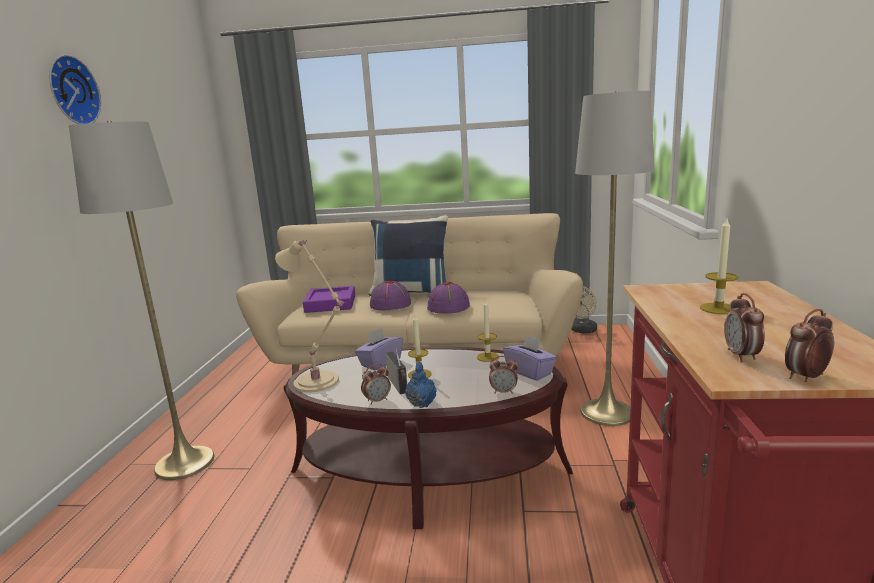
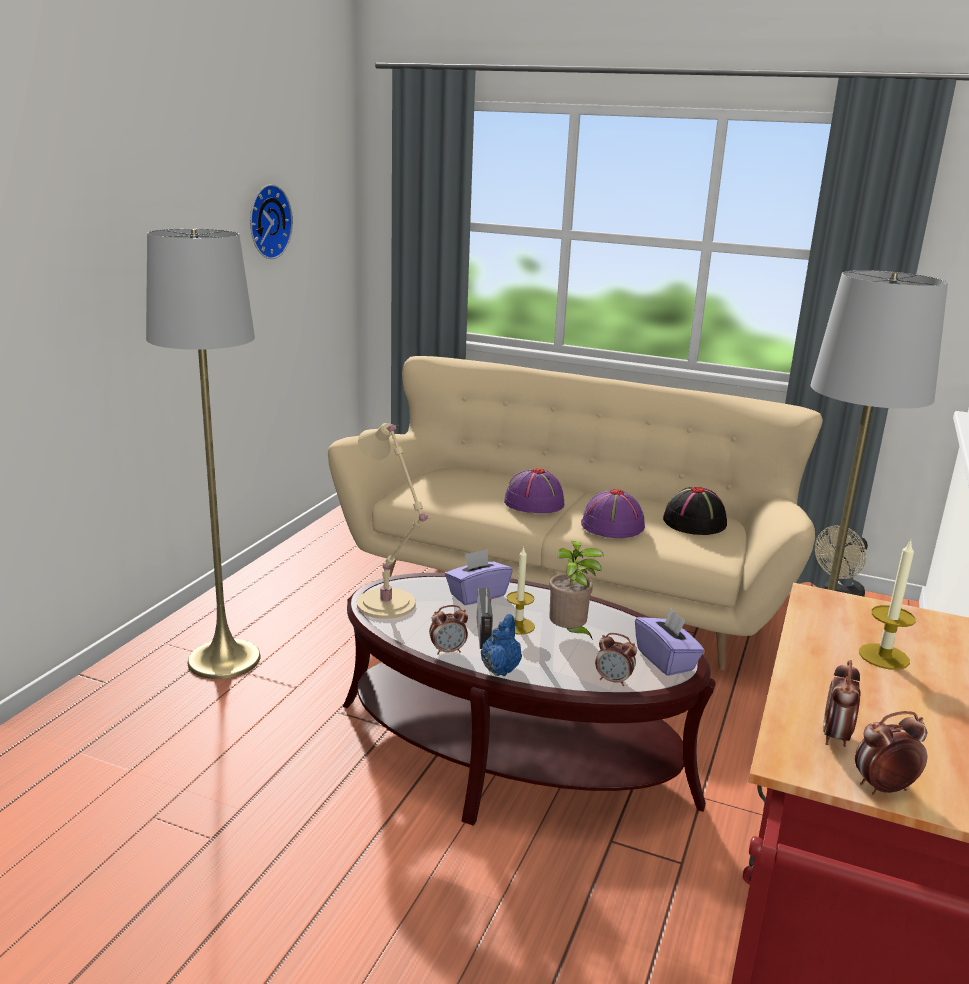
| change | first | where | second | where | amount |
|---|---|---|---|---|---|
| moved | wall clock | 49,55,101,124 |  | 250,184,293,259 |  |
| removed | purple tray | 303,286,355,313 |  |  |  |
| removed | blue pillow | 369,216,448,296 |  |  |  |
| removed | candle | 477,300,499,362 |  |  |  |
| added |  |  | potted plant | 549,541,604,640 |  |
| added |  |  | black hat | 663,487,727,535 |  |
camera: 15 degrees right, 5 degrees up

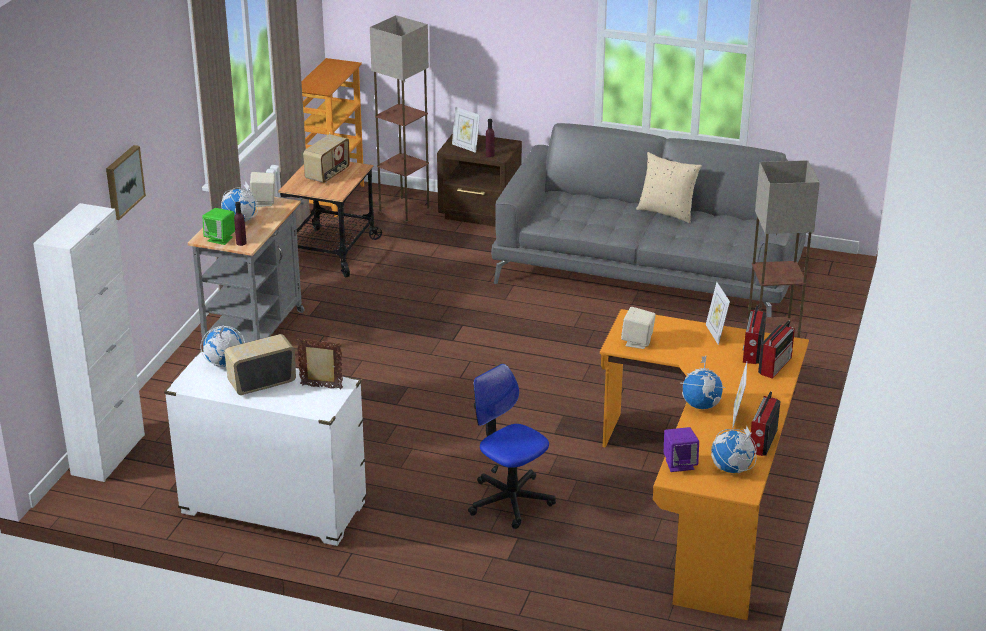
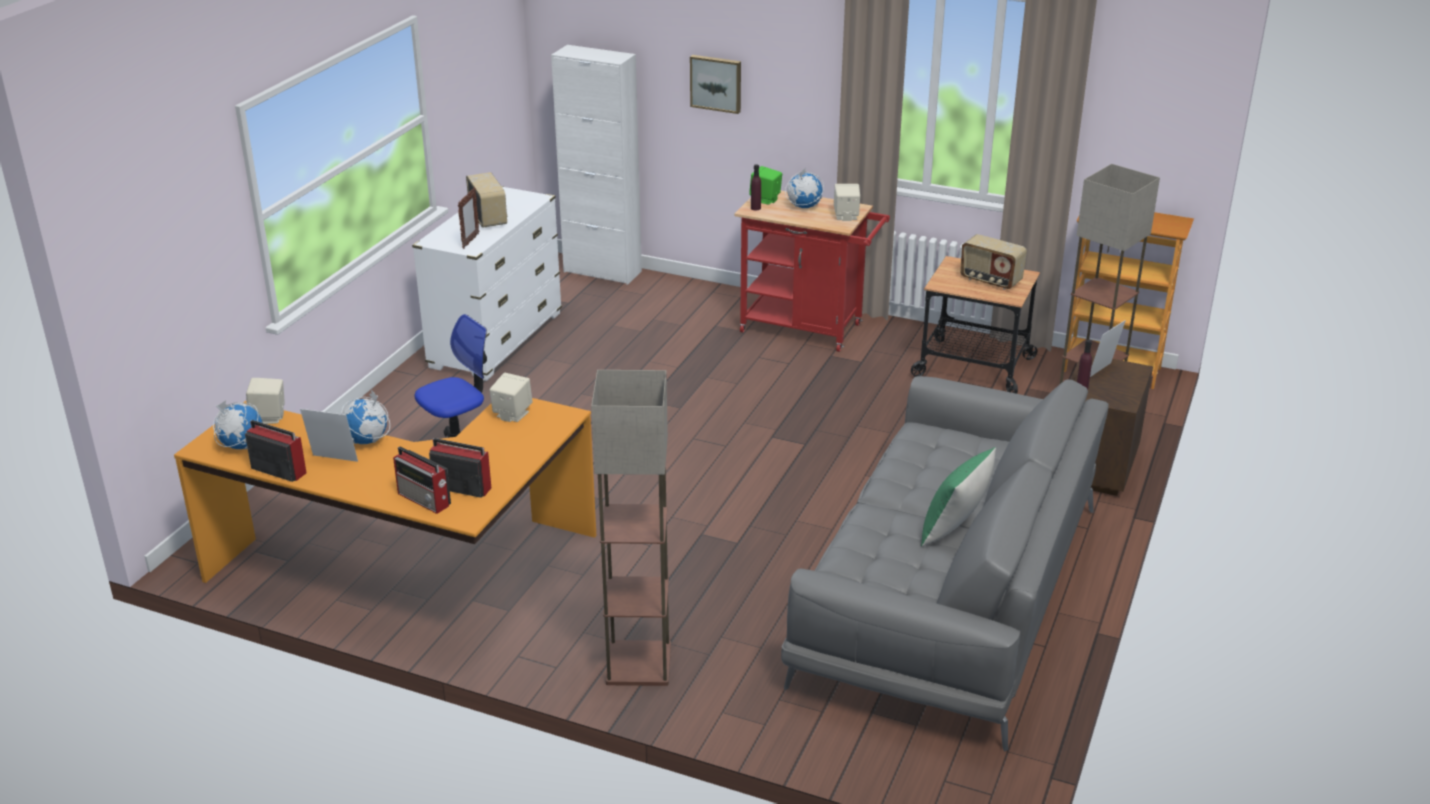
| change | first | where | second | where | amount |
|---|---|---|---|---|---|
| recoloured | grey cart | 188,190,305,344 | red cart | 734,191,890,352 |  |
| removed | globe | 200,325,245,367 |  |  |  |
| recoloured | beige pillow | 636,152,702,223 | green pillow | 921,447,996,547 |  |
| recoloured | purple speaker | 664,427,699,472 | beige speaker | 246,378,285,424 |  |
| removed | picture frame | 706,282,730,345 |  |  |  |
camera: 95 degrees right, 0 degrees up

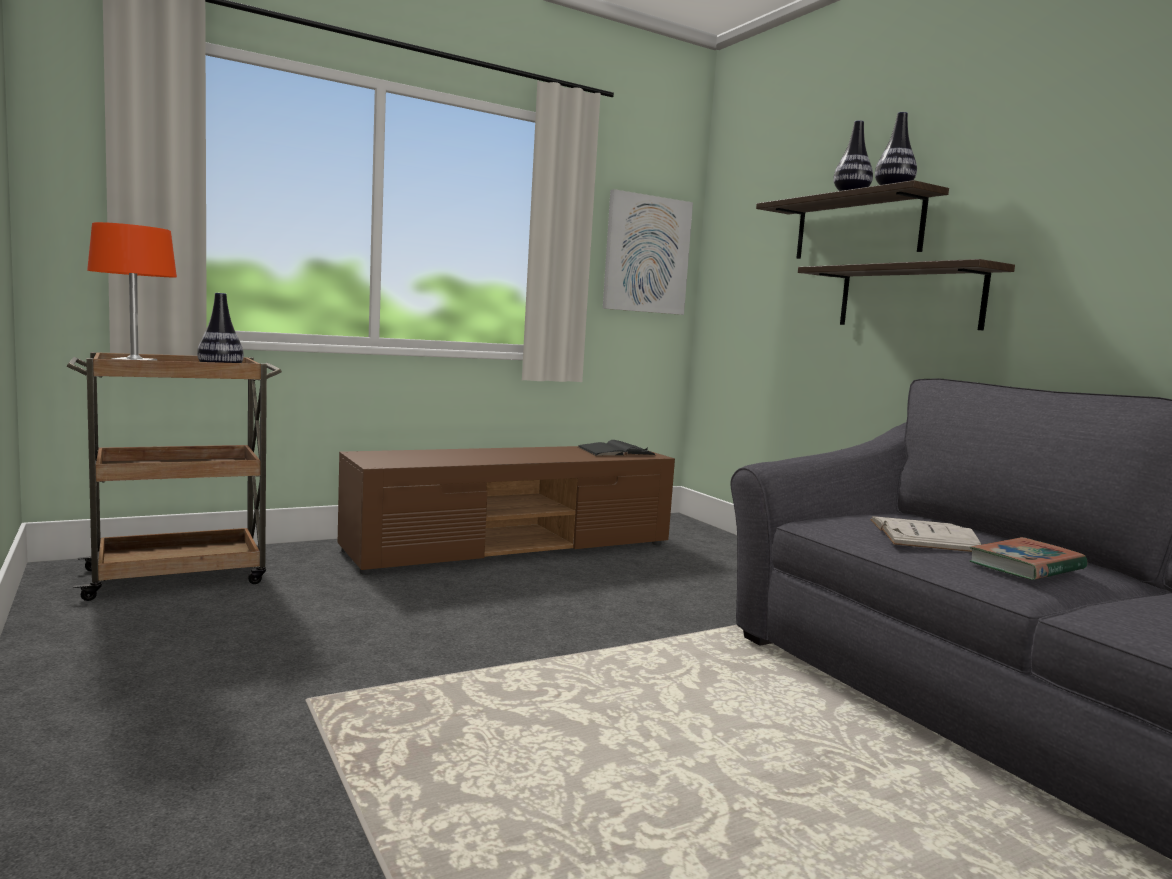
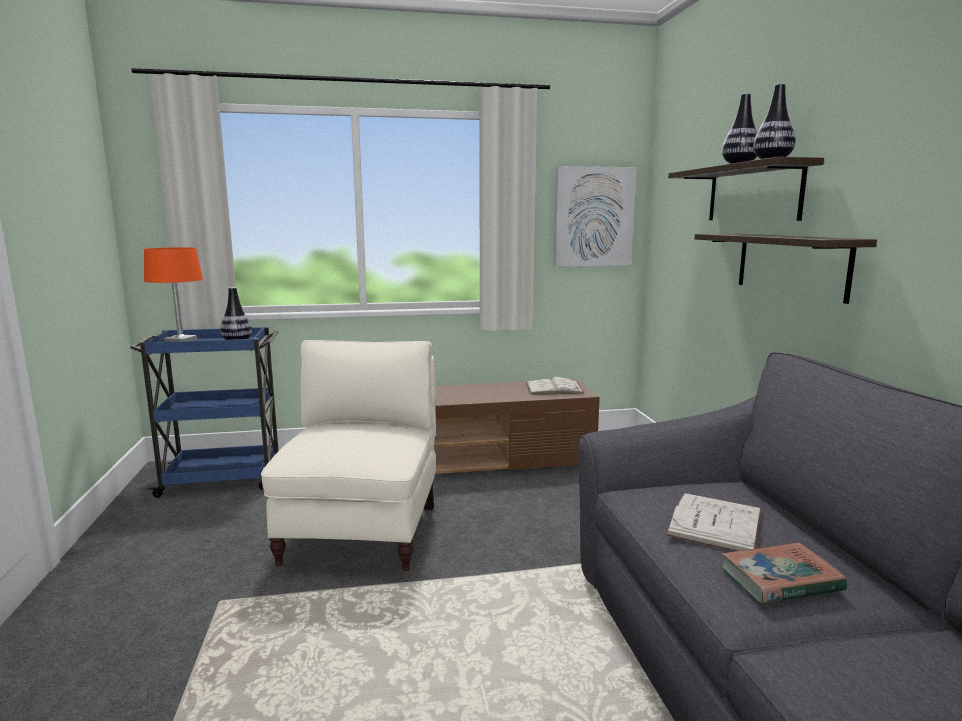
| change | first | where | second | where | amount |
|---|---|---|---|---|---|
| recoloured | brown cart | 67,352,282,601 | blue cart | 130,327,279,498 |  |
| recoloured | black book | 577,440,656,456 | white book | 526,377,585,395 |  |
| added |  |  | beige armchair | 261,340,436,578 |  |
camera: 20 degrees right, 5 degrees up

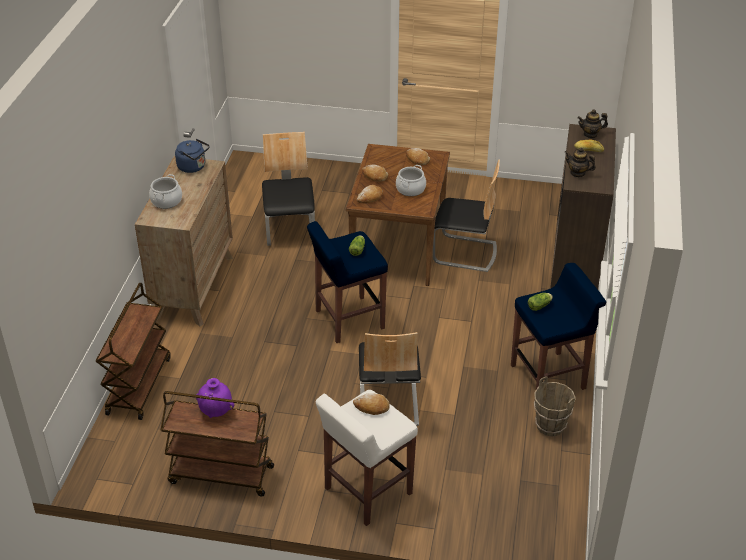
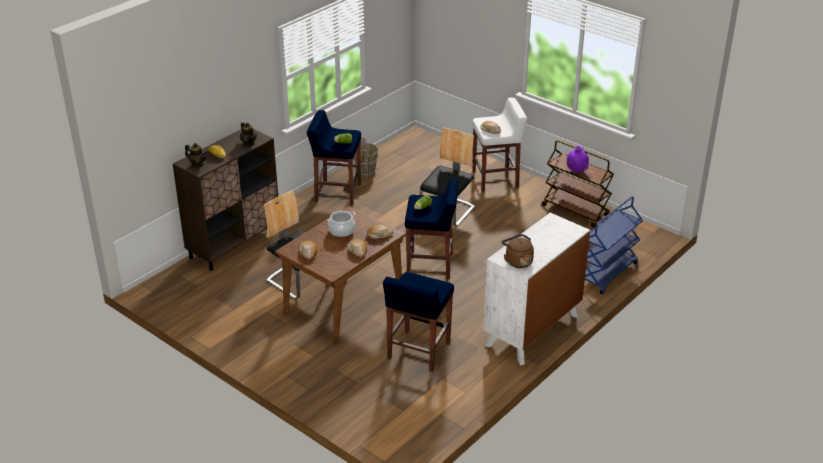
| change | first | where | second | where | amount |
|---|---|---|---|---|---|
| recoloured | brown cart | 96,283,171,420 | blue cart | 585,196,643,294 |  |
| recoloured | brown dresser | 135,156,233,326 | white dresser | 484,213,590,365 |  |
| removed | cooking pot | 149,174,182,209 |  |  |  |
| recoloured | blue kettle | 175,139,210,173 | brown kettle | 502,234,534,268 |  |
| replaced | chair | 262,132,315,246 | blue stool | 383,272,454,372 |  |
camera: 150 degrees left, 5 degrees down

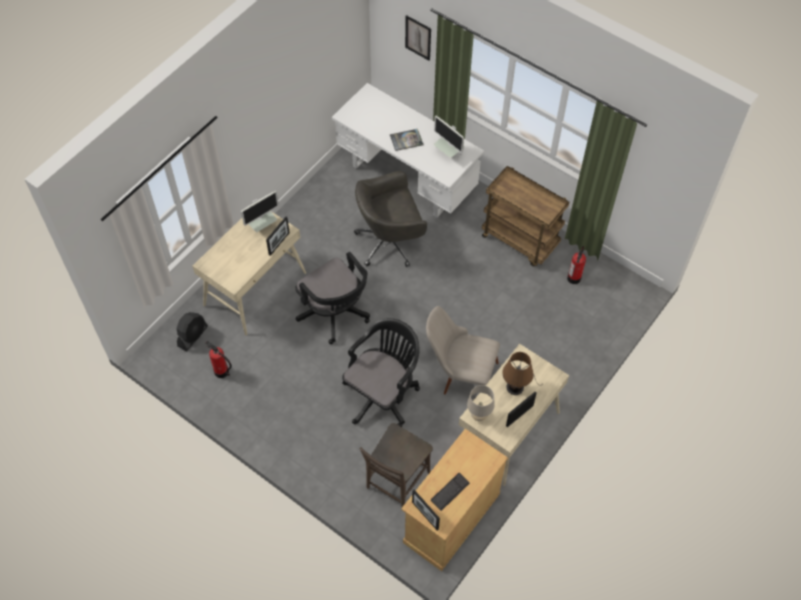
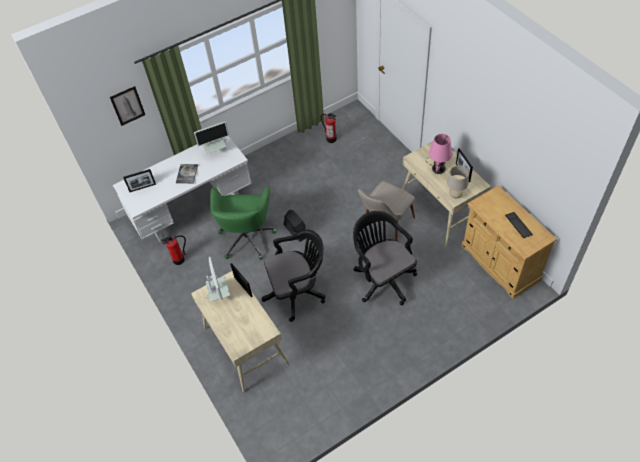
| change | first | where | second | where | amount |
|---|---|---|---|---|---|
| moved | black fan | 177,312,208,352 |  | 284,210,306,242 |  |
| moved | fire extinguisher | 205,341,232,378 |  | 161,235,186,265 |  |
| recoloured | grey office chair | 354,171,427,267 | green office chair | 210,186,276,260 |  |
| removed | brown chair | 359,423,433,507 |  |  |  |
| moved | picture frame | 412,490,440,530 |  | 123,169,156,192 |  |
| removed | brown cart | 482,166,569,267 |  |  |  |
| recoloured | brown table lamp | 502,352,541,395 | pink table lamp | 426,134,453,174 |  |
camera: 65 degrees left, 5 degrees down

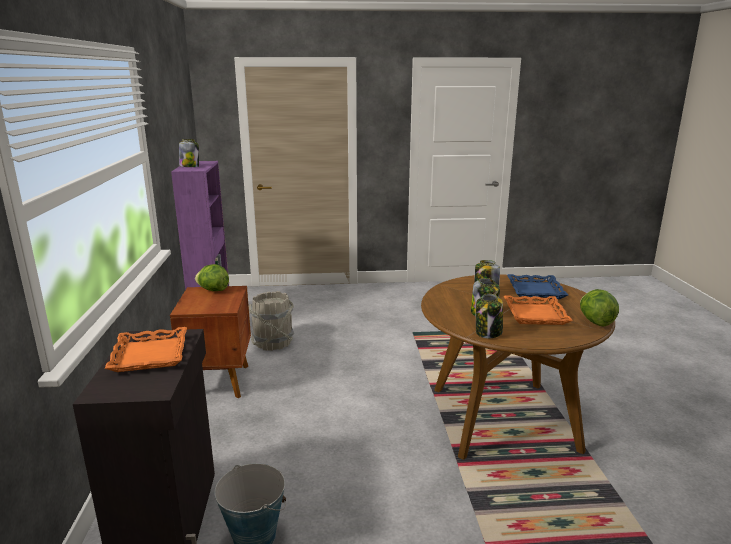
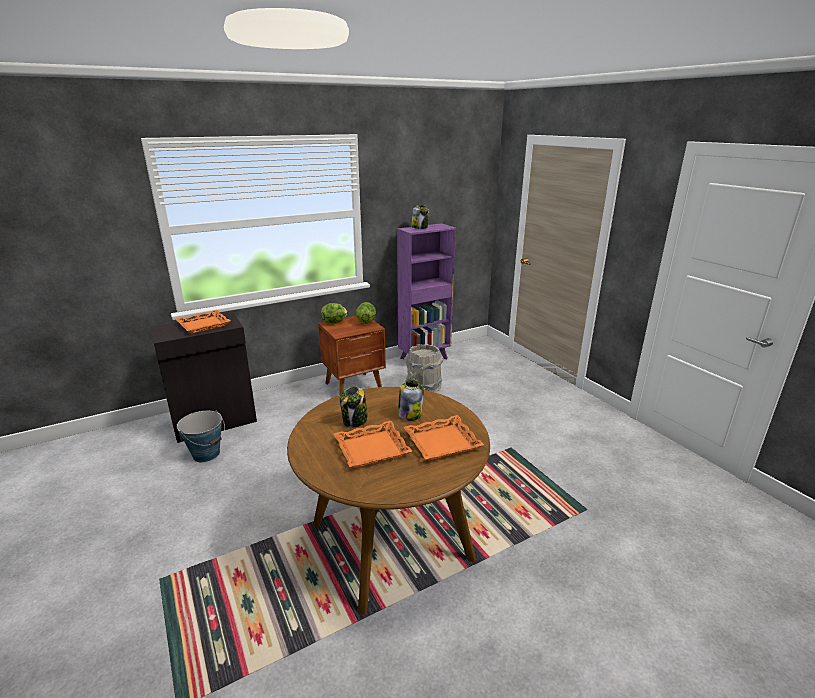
| change | first | where | second | where | amount |
|---|---|---|---|---|---|
| removed | jar | 476,294,503,338 |  |  |  |
| recoloured | blue tray | 507,274,568,299 | orange tray | 404,415,484,461 |  |
| moved | lettuce | 580,289,619,327 |  | 321,303,347,324 |  |
camera: 65 degrees right, 5 degrees up

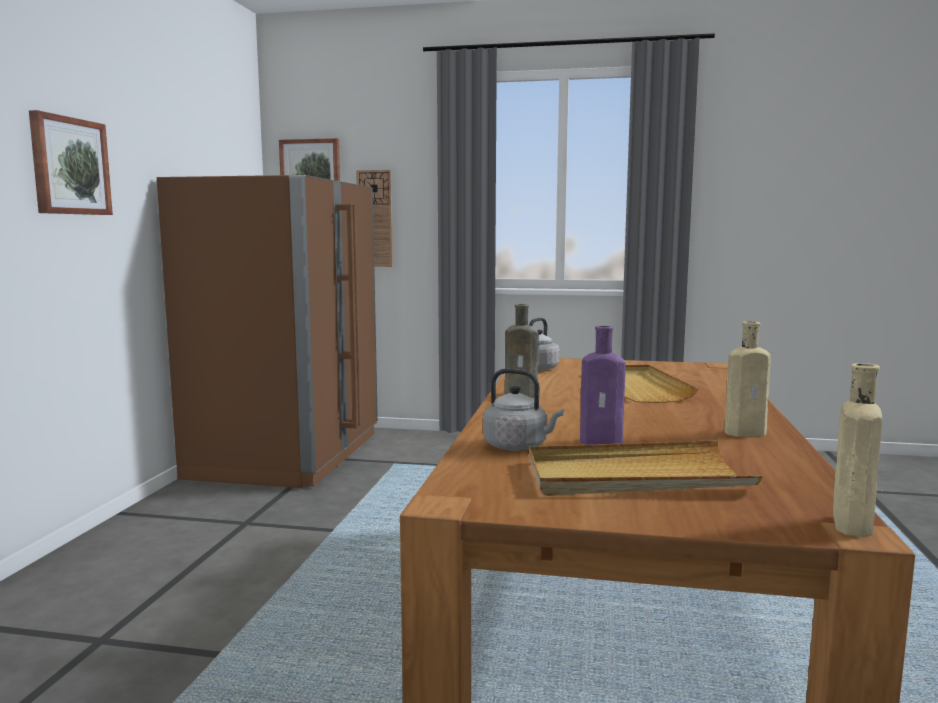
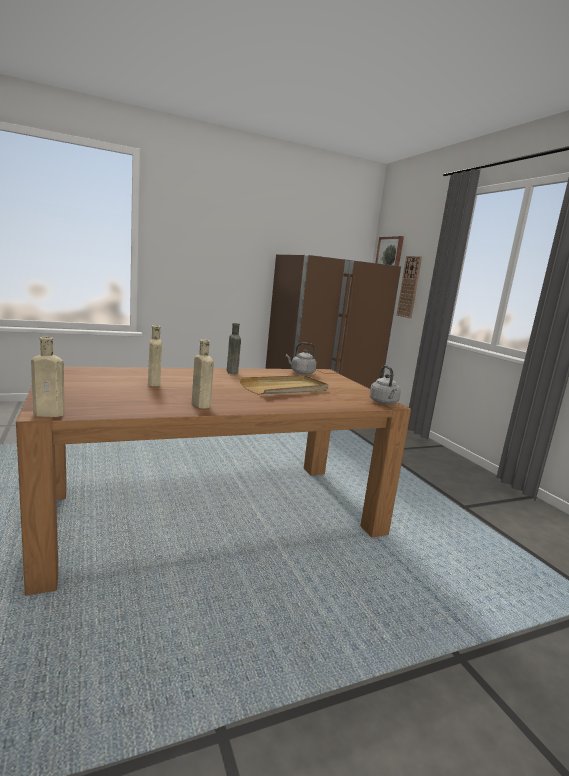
| change | first | where | second | where | amount |
|---|---|---|---|---|---|
| removed | picture | 29,110,113,215 |  |  |  |
| moved | grey kettle | 483,368,564,451 |  | 370,365,401,404 |  |
| removed | beige tray | 529,440,762,496 |  |  |  |
| recoloured | purple bottle | 580,326,626,445 | beige bottle | 148,325,162,386 |  |
camera: 55 degrees right, 5 degrees up

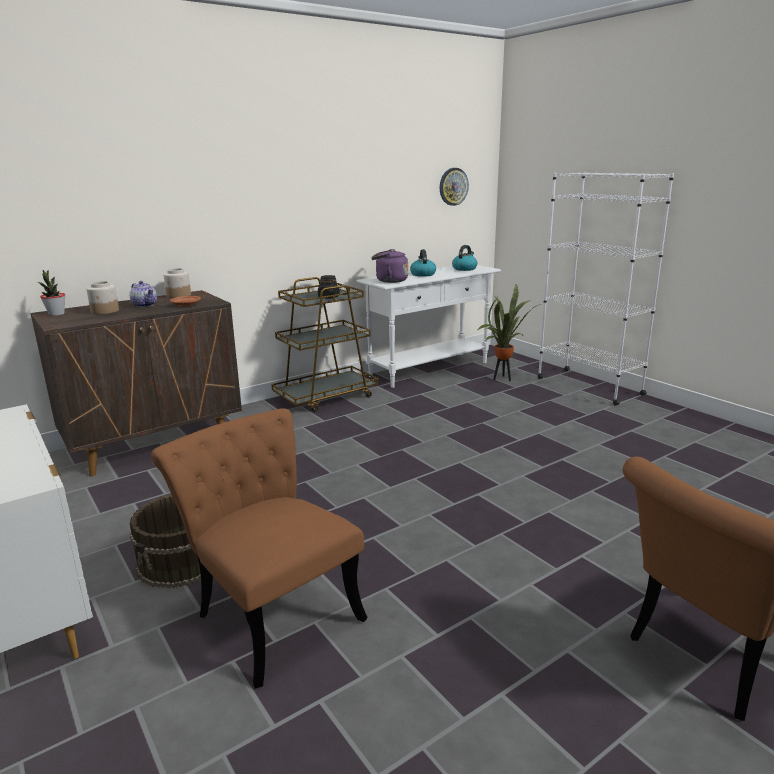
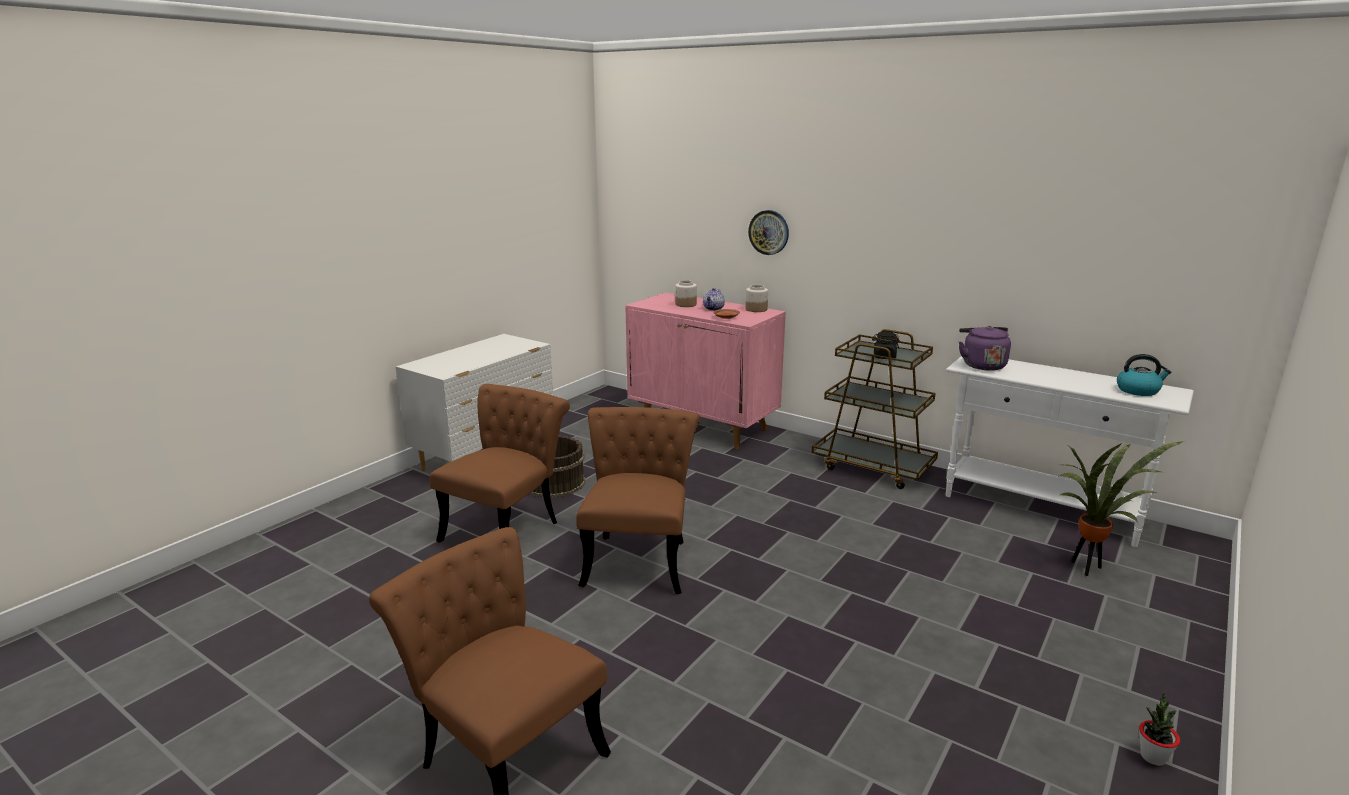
| change | first | where | second | where | amount |
|---|---|---|---|---|---|
| recoloured | brown cabinet | 31,290,242,477 | pink cabinet | 625,293,786,449 |  |
| moved | potted plant | 38,270,65,316 |  | 1139,692,1180,766 |  |
| removed | kettle | 410,249,436,277 |  |  |  |
| moved | wall clock | 439,168,469,206 |  | 748,210,789,255 |  |
| removed | white bookcase | 537,172,674,406 |  |  |  |
| added |  |  | brown chair | 576,407,700,594 |  |
camera: 70 degrees right, 0 degrees up

